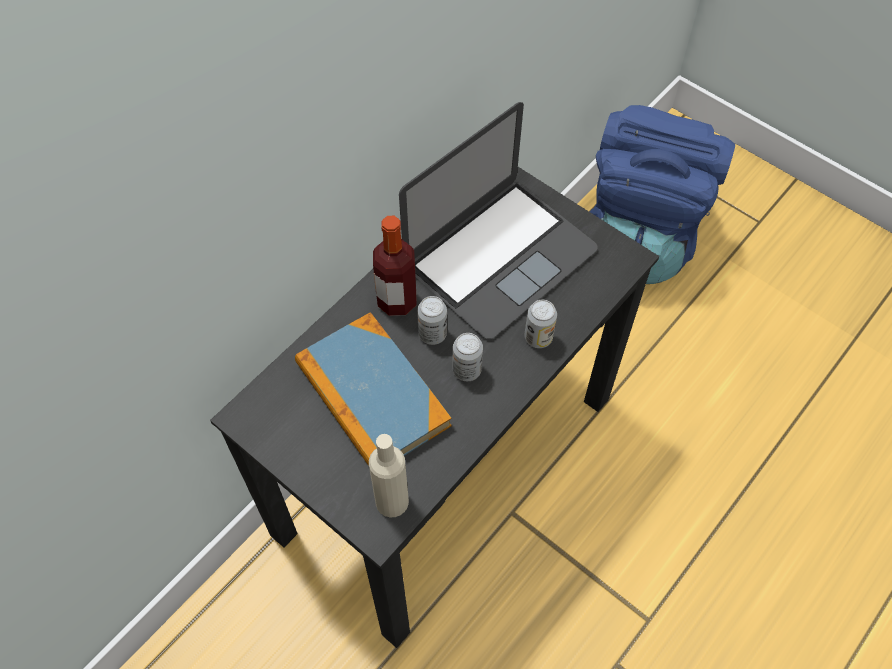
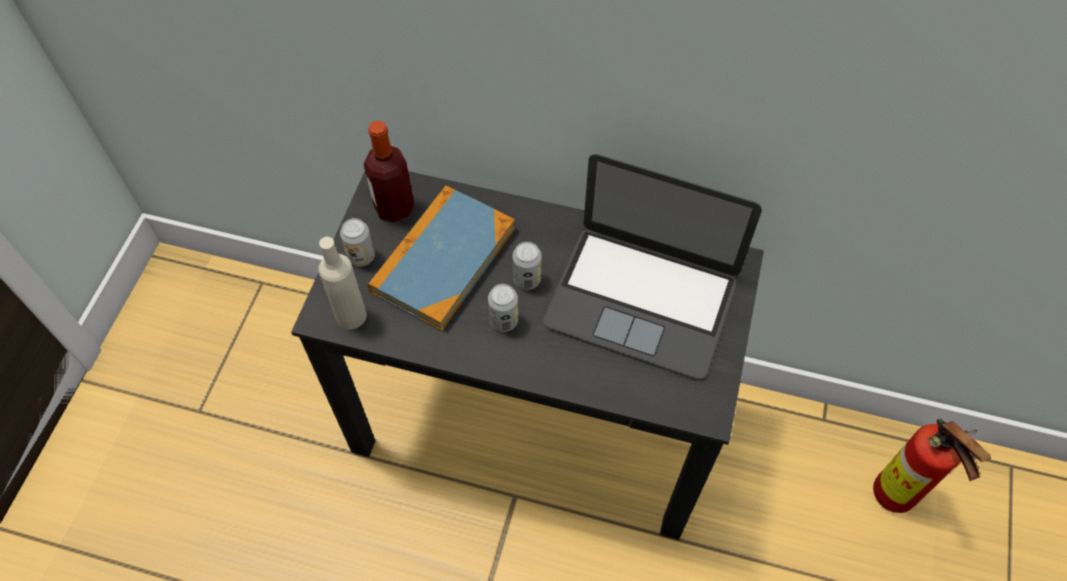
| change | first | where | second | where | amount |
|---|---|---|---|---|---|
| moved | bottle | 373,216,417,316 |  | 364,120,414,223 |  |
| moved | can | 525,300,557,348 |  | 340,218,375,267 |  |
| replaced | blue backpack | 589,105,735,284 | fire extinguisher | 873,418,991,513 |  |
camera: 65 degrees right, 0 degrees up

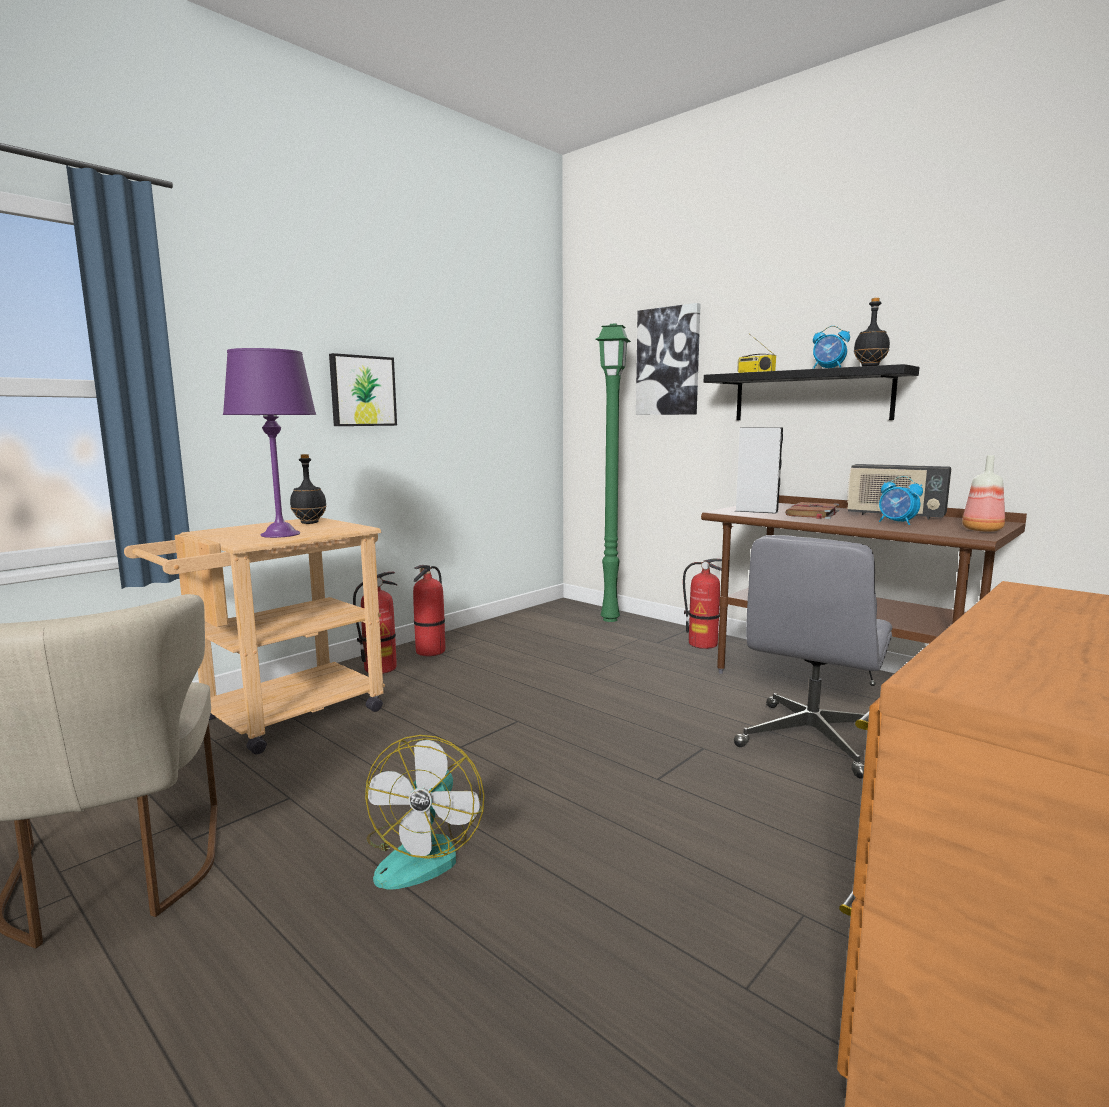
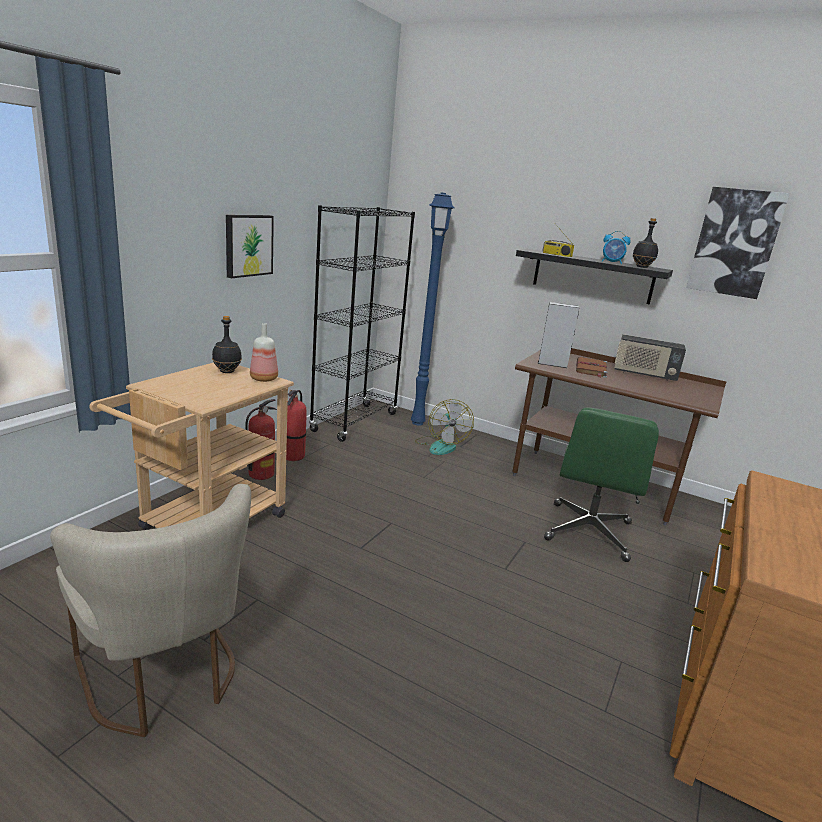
| change | first | where | second | where | amount |
|---|---|---|---|---|---|
| removed | purple table lamp | 223,348,316,538 |  |  |  |
| moved | fan | 365,735,484,890 |  | 415,399,474,455 |  |
| recoloured | green floor lamp | 596,324,631,622 | blue floor lamp | 411,192,454,426 |  |
| moved | picture | 636,303,701,415 |  | 686,187,790,299 |  |
| removed | fire extinguisher | 683,559,722,649 |  |  |  |
| recoloured | grey office chair | 734,535,892,779 | green office chair | 544,407,659,562 |  |
| removed | alarm clock | 879,476,923,525 |  |  |  |
| moved | bottle | 962,455,1005,532 |  | 250,323,278,382 |  |
| added |  |  | black bookcase | 309,205,415,442 |  |
camera: 15 degrees left, 10 degrees up

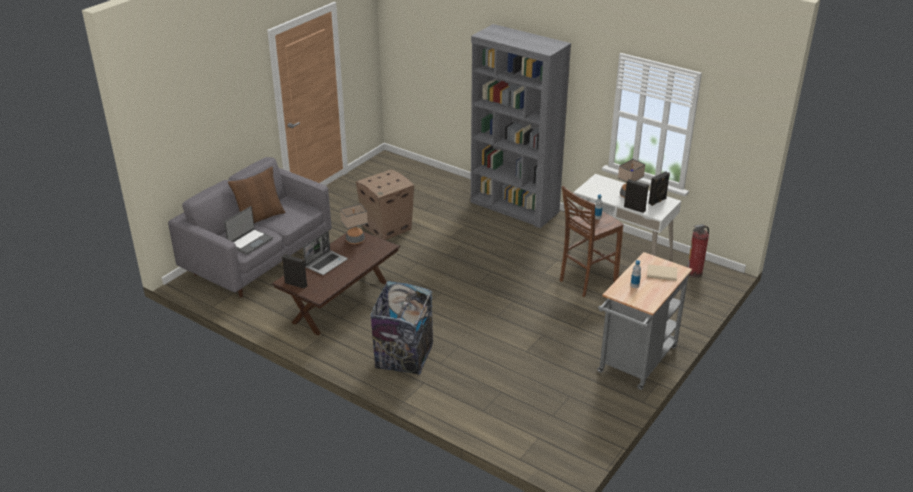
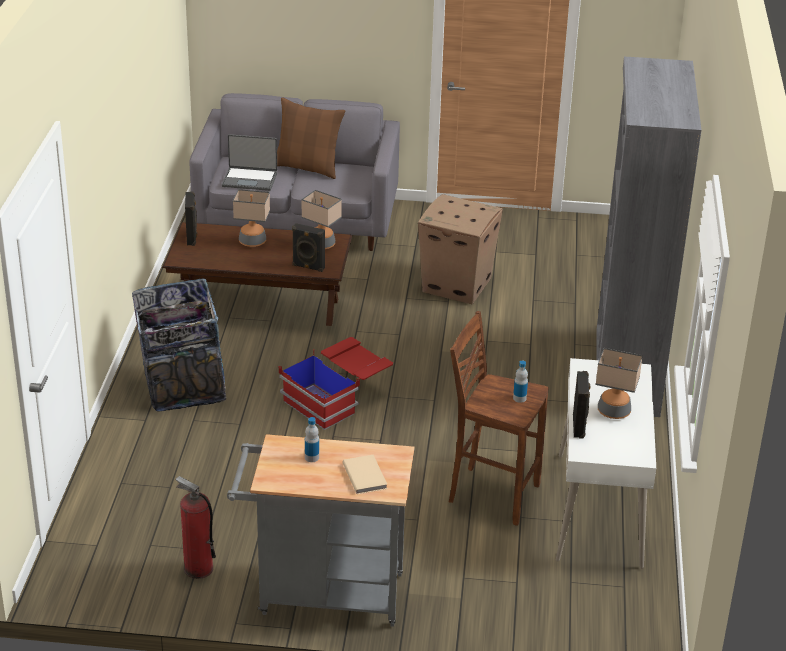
| change | first | where | second | where | amount |
|---|---|---|---|---|---|
| replaced | laptop | 303,231,348,275 | table lamp | 233,189,270,247 |  |
| moved | black speaker | 649,171,670,206 |  | 292,223,325,272 |  |
| moved | fire extinguisher | 688,224,709,277 |  | 176,476,216,579 |  |
| added |  |  | red storage box | 279,337,393,430 |  |
camera: 60 degrees right, 0 degrees up

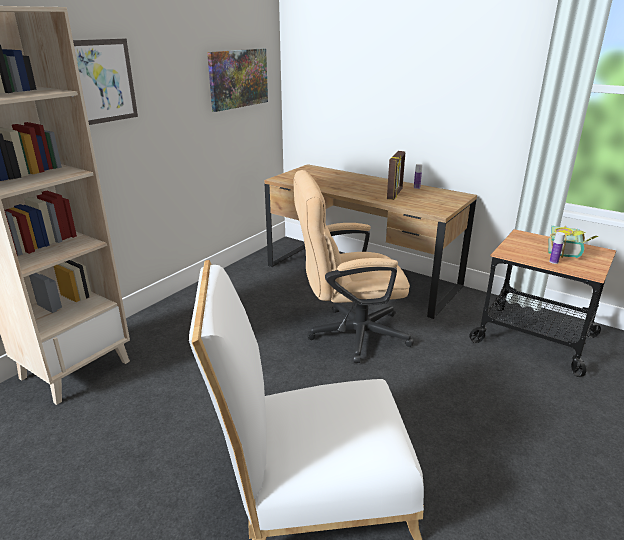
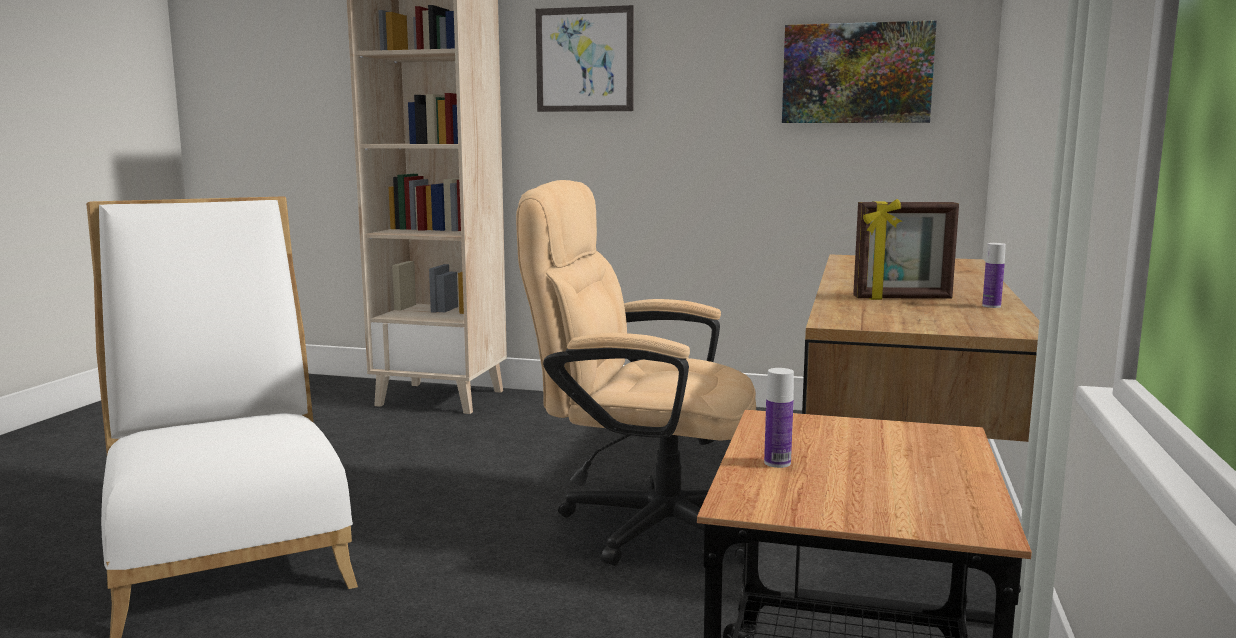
| change | first | where | second | where | amount |
|---|---|---|---|---|---|
| turned | beige office chair | 294,170,414,363 |  | 516,180,756,566 | 45 degrees counterclockwise |
| removed | book | 548,226,599,258 |  |  |  |
camera: 70 degrees right, 15 degrees down

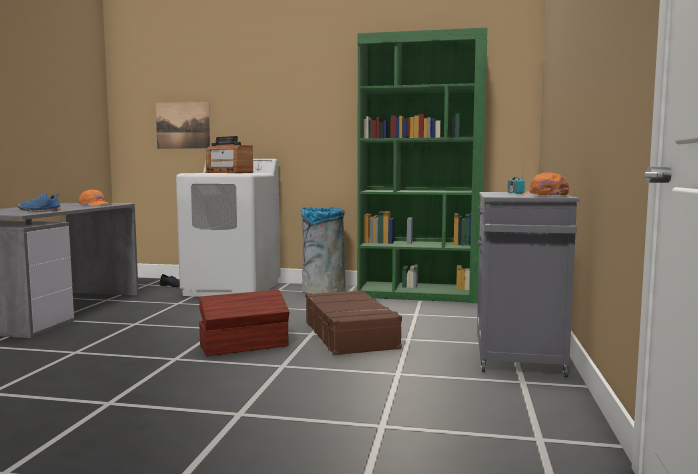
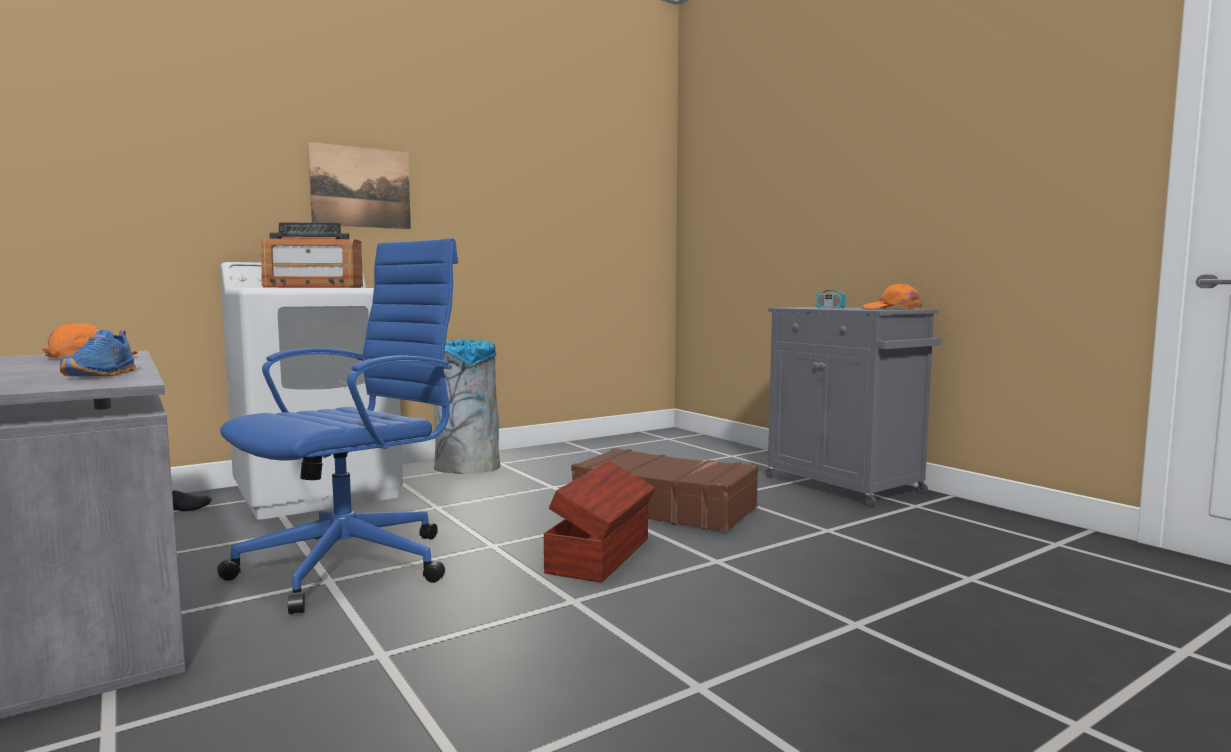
| change | first | where | second | where | amount |
|---|---|---|---|---|---|
| moved | picture | 156,101,210,149 |  | 308,142,411,229 |  |
| removed | green bookcase | 357,28,488,303 |  |  |  |
| added |  |  | blue office chair | 217,238,458,614 |  |
camera: 45 degrees left, 0 degrees up

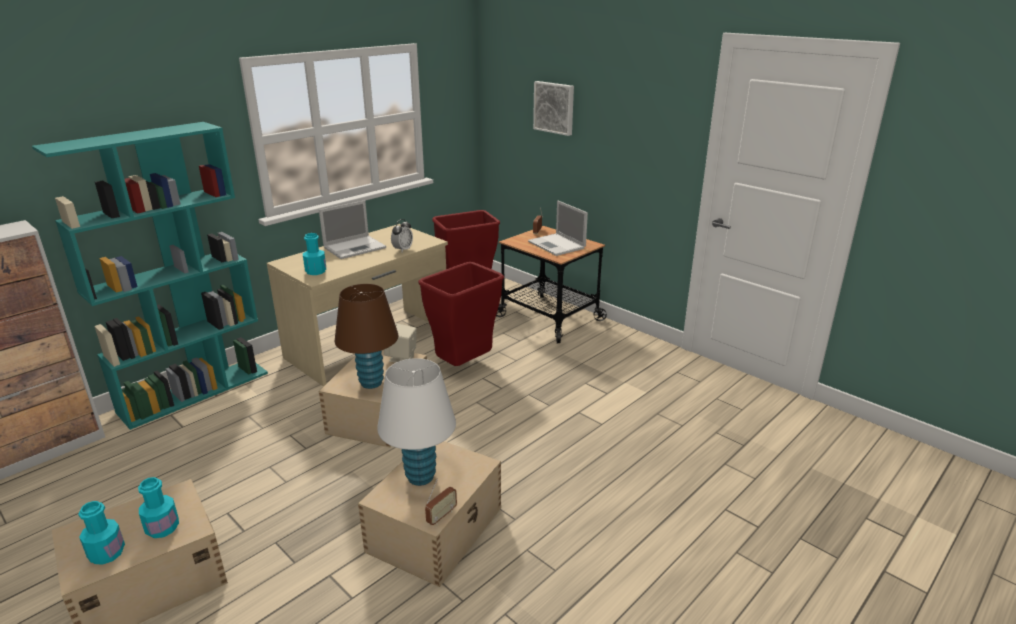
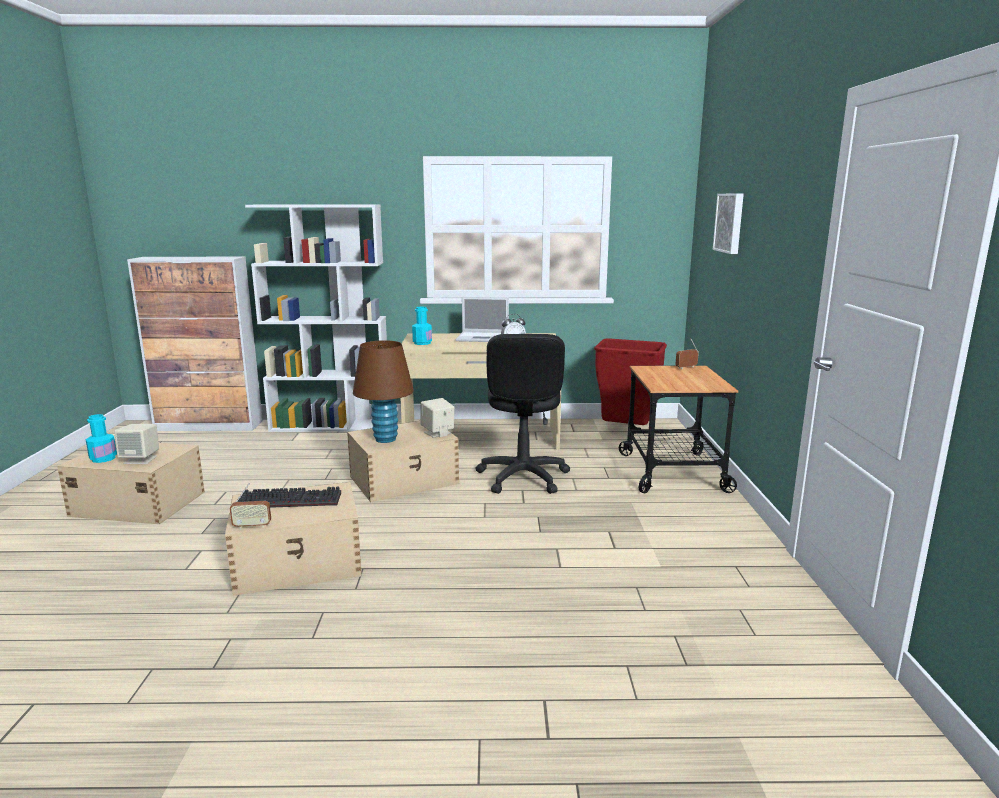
| change | first | where | second | where | amount |
|---|---|---|---|---|---|
| recoloured | turquoise bookcase | 32,122,268,430 | white bookcase | 245,205,387,432 |  |
| replaced | turquoise bottle | 138,477,179,538 | beige speaker | 114,424,159,464 |  |
| replaced | white table lamp | 377,358,456,486 | keyboard | 238,487,341,508 |  |
| replaced | red trash can | 418,262,504,367 | black office chair | 476,334,570,494 |  |
| removed | laptop | 528,200,588,256 |  |  |  |
camera: 45 degrees right, 10 degrees down

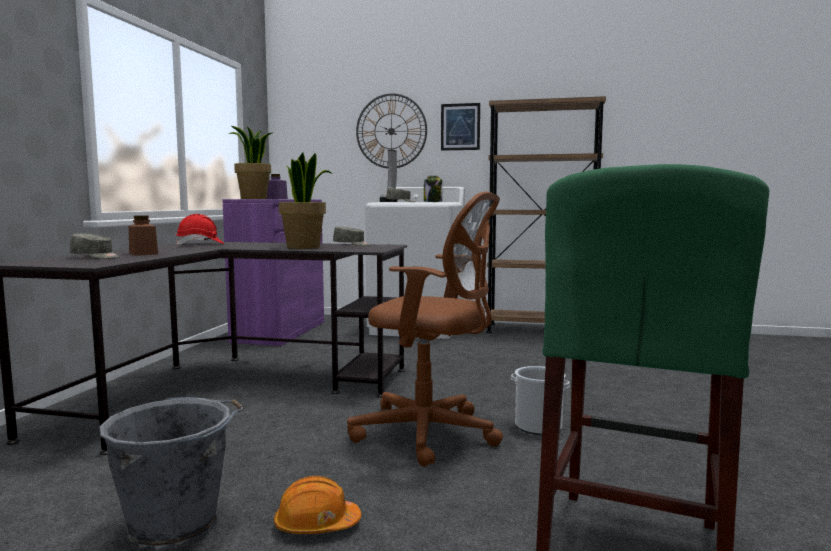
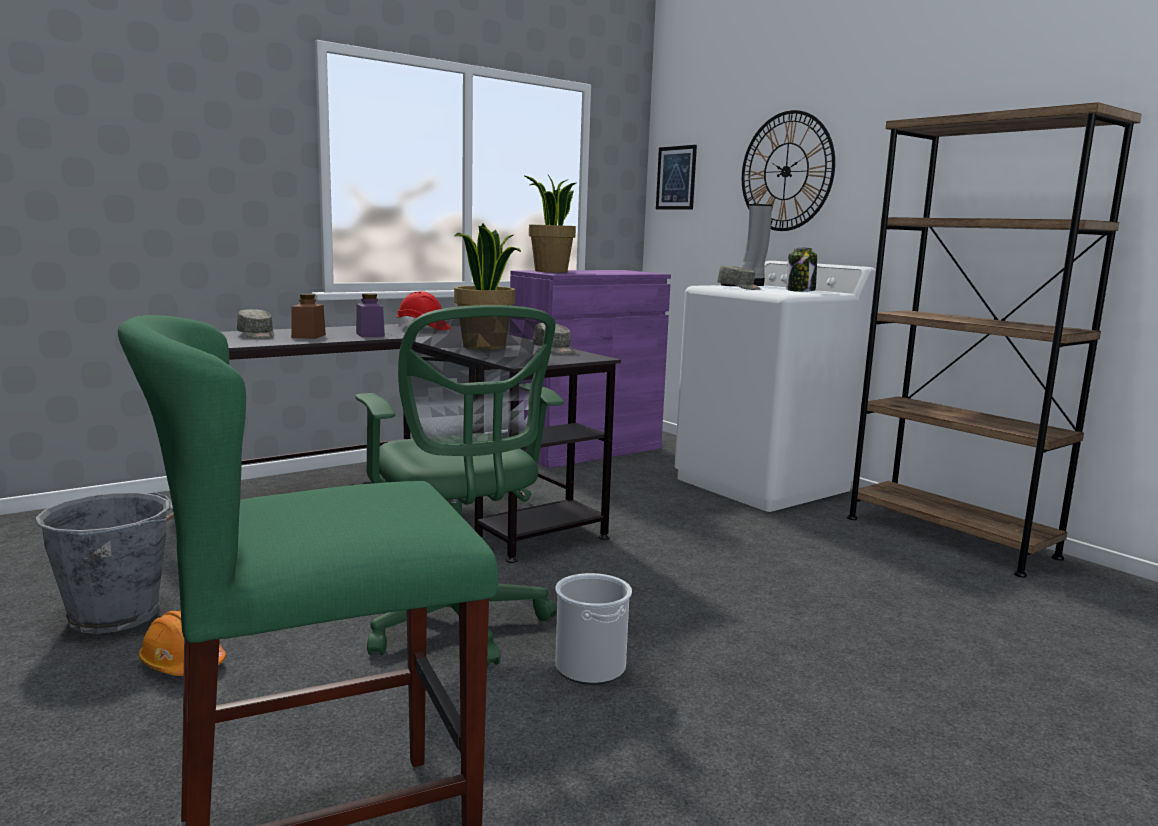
| change | first | where | second | where | amount |
|---|---|---|---|---|---|
| moved | purple jar | 267,174,288,199 |  | 356,293,385,337 |  |
| recoloured | brown office chair | 347,192,503,467 | green office chair | 355,305,564,667 |  |
| moved | picture | 441,103,480,151 |  | 656,145,697,210 |  |
camera: 40 degrees right, 5 degrees up

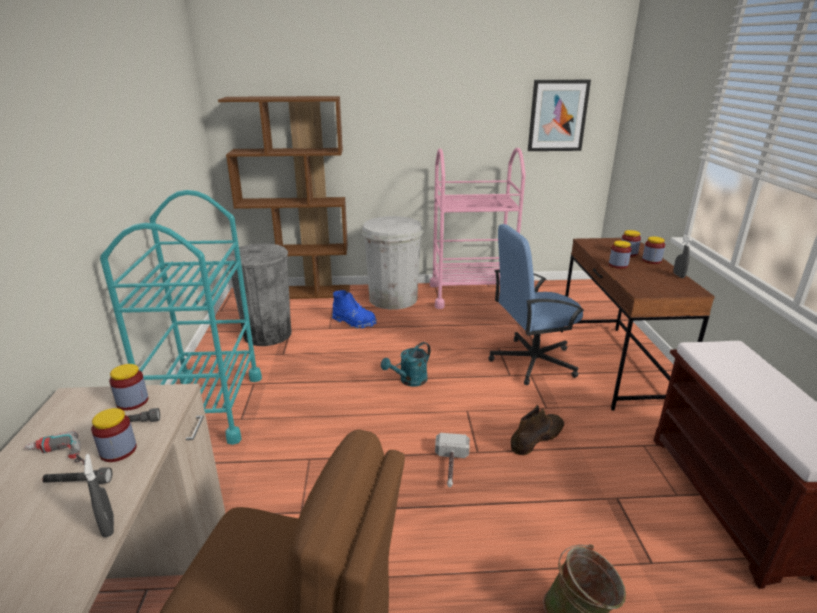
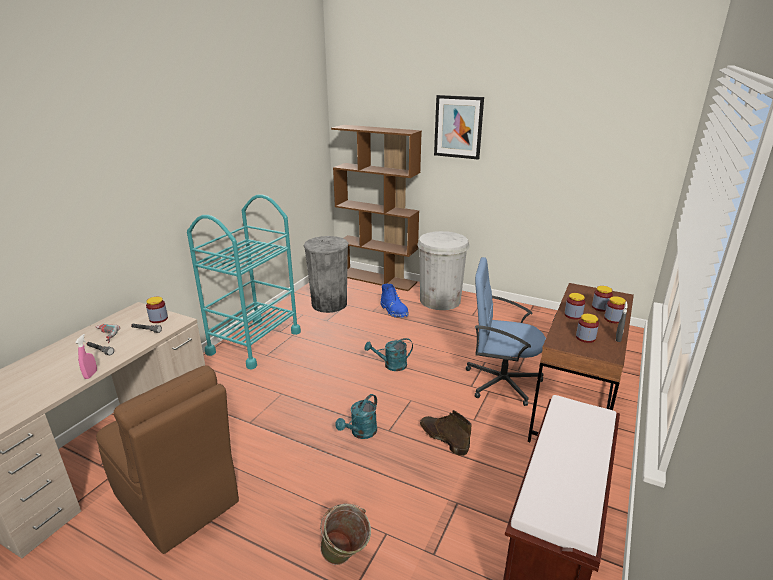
| change | first | where | second | where | amount |
|---|---|---|---|---|---|
| recoloured | grey spray bottle | 84,454,114,537 | pink spray bottle | 75,334,97,379 |  |
| moved | jar | 91,408,137,462 |  | 576,314,599,343 |  |
| removed | pink cart | 430,148,526,309 |  |  |  |
| replaced | hammer | 435,433,470,487 | turquoise watering can | 335,394,377,439 |  |
| turned | brown boot | 511,405,564,455 |  | 420,410,471,456 | 120 degrees counterclockwise |
| moved | picture | 528,80,591,151 |  | 434,95,484,160 |  |
camera: 30 degrees right, 0 degrees up

